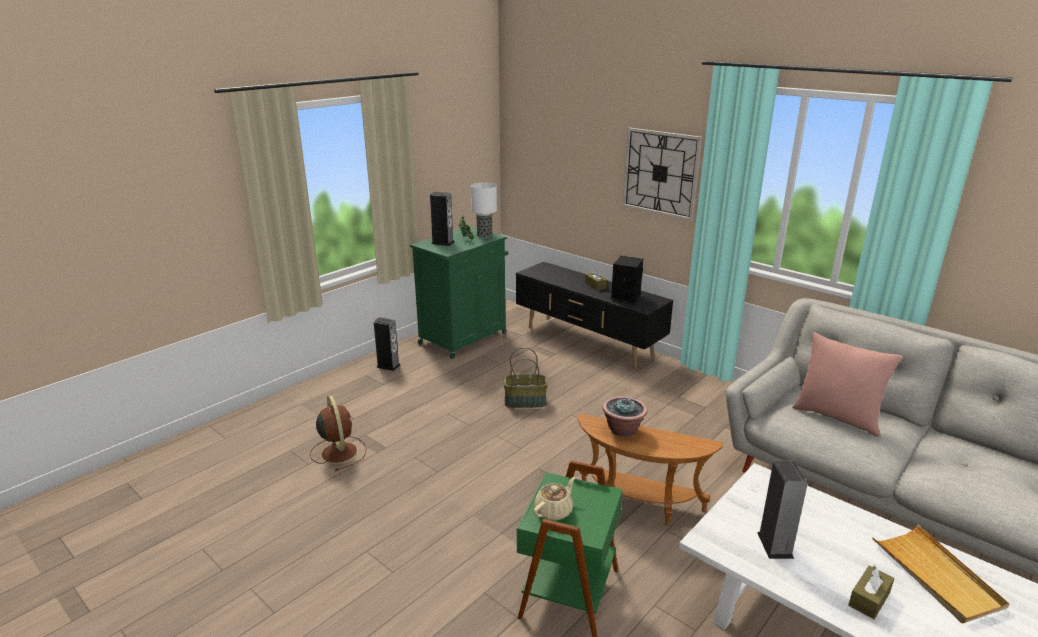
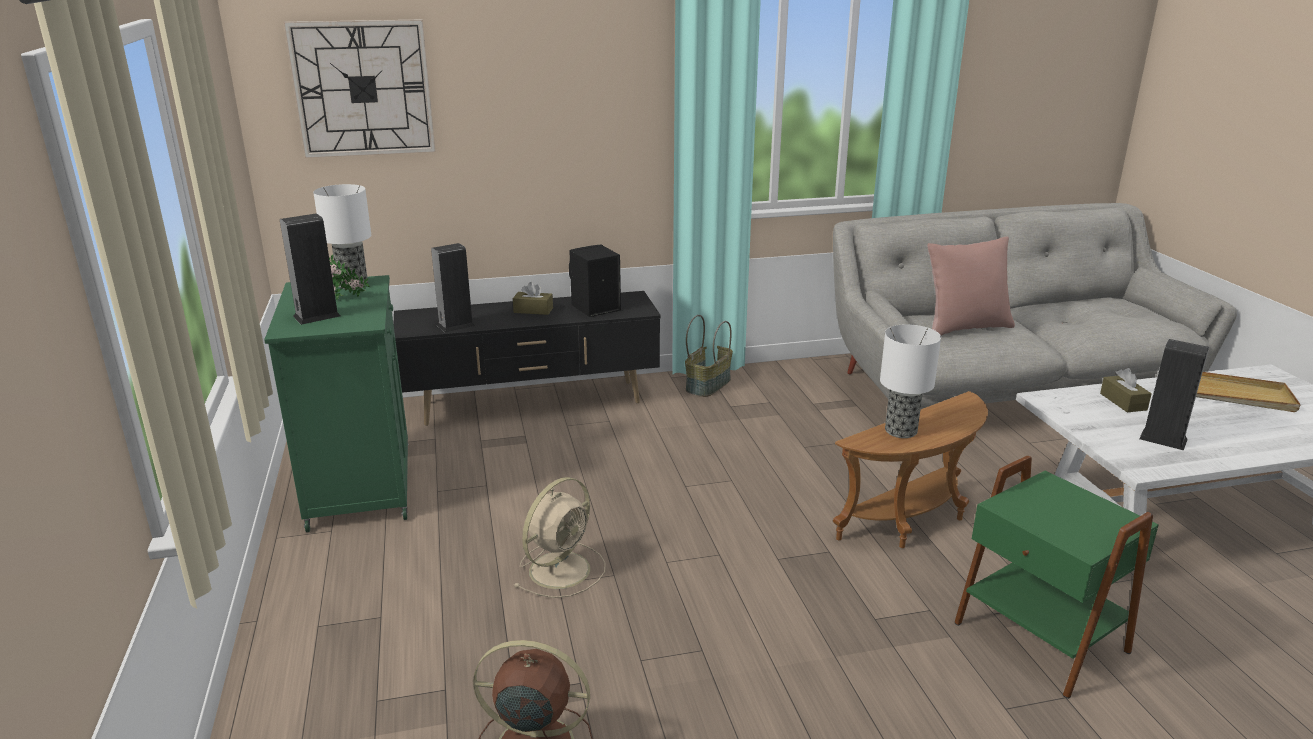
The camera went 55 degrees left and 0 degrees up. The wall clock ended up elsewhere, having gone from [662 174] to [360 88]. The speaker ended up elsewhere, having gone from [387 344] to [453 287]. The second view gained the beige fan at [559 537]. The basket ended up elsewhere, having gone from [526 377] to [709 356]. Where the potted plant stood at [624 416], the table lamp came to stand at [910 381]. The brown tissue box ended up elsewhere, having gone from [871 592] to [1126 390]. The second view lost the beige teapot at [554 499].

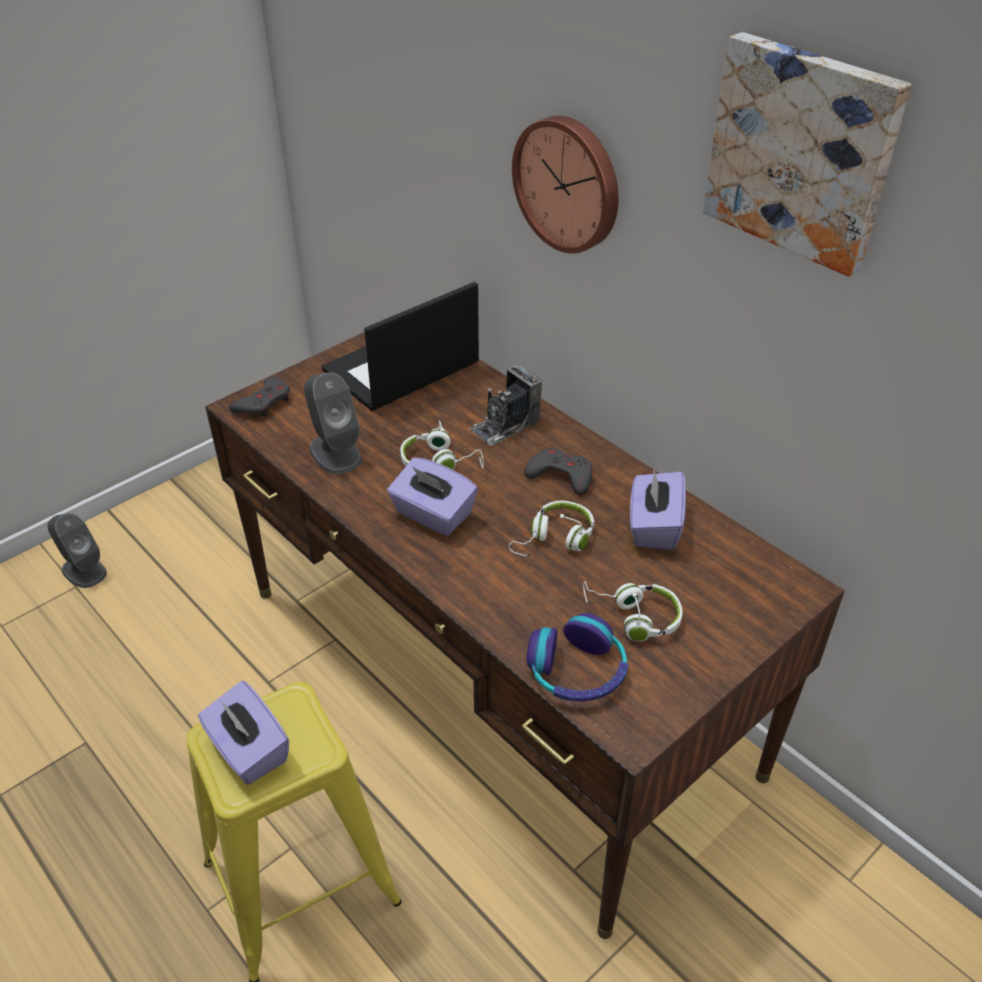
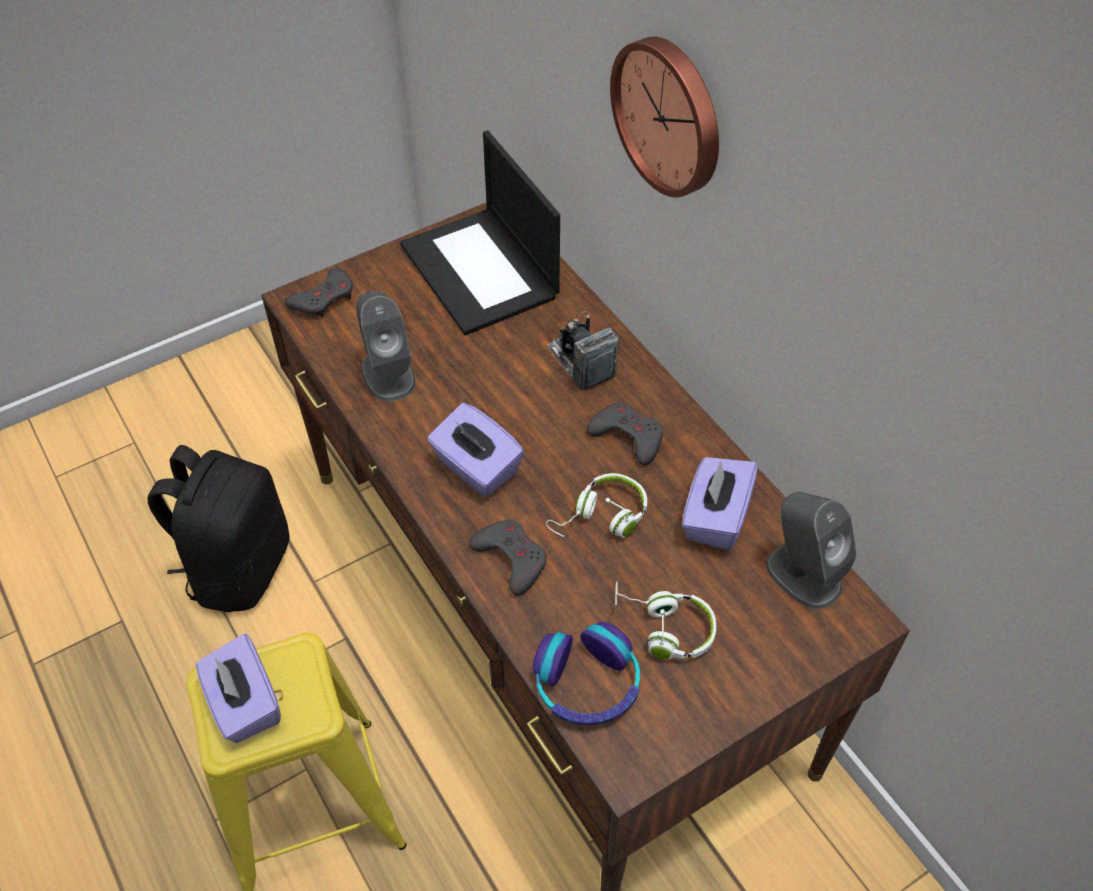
The camera went 10 degrees right and 10 degrees up. The second view gained the black backpack at [219 528]. The laptop at [400 346] ended up facing another way, 90 degrees counterclockwise from before. The second view gained the grey game controller at [508 558]. The photo camera at [505 405] ended up facing another way, 90 degrees clockwise from before. The grey speaker ended up elsewhere, having gone from [77 550] to [811 550]. The second view lost the white headphones at [442 445]. The second view lost the picture at [807 154].

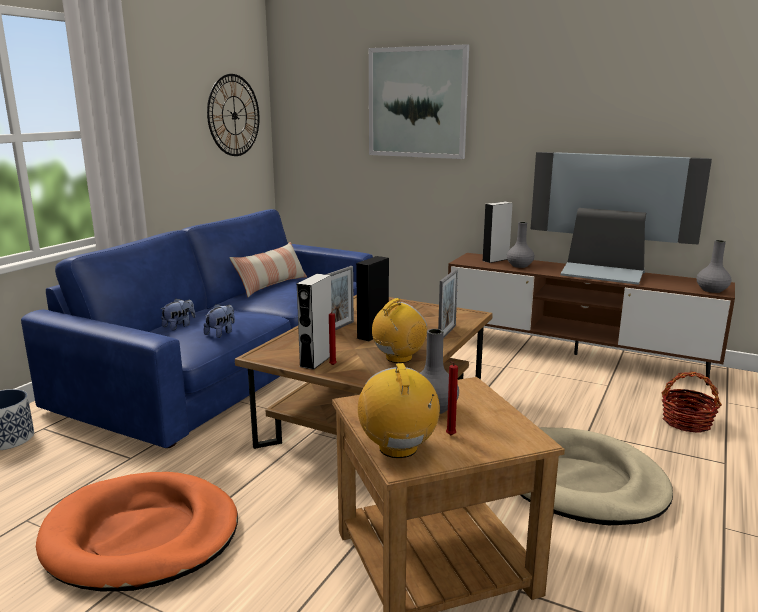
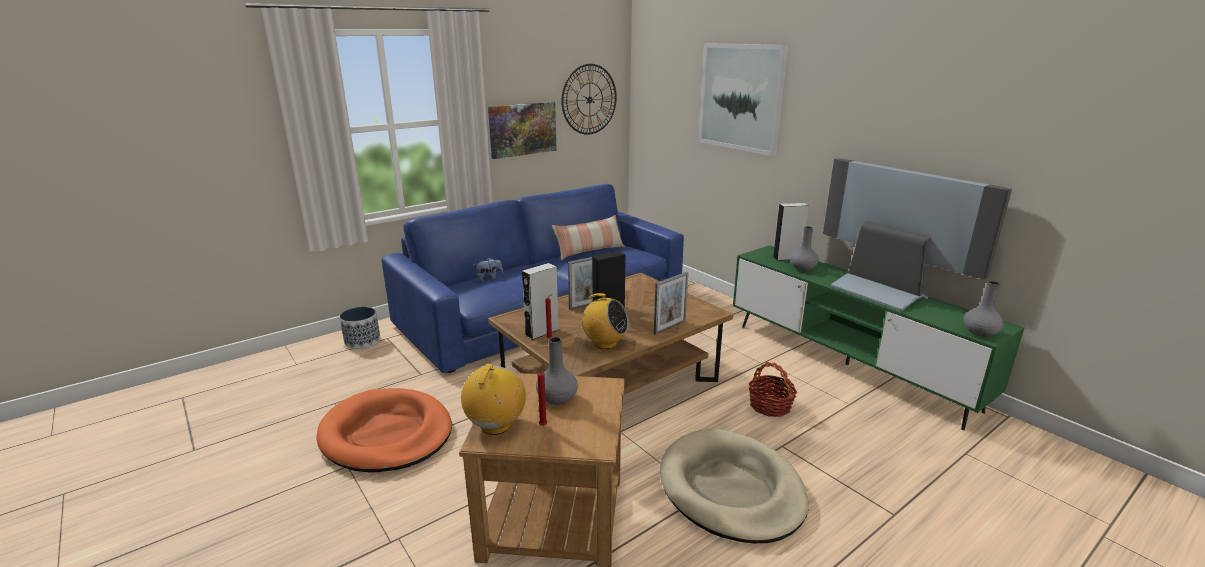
The camera went 25 degrees right and 5 degrees up. The second view gained the picture at [522 130]. The radio at [399 330] ended up facing another way, 45 degrees clockwise from before. What was the brown tv stand at [591 319] turned into the green tv stand at [878 337]. The basket ended up elsewhere, having gone from [692 402] to [773 389]. The second view lost the plush toy at [219 321].

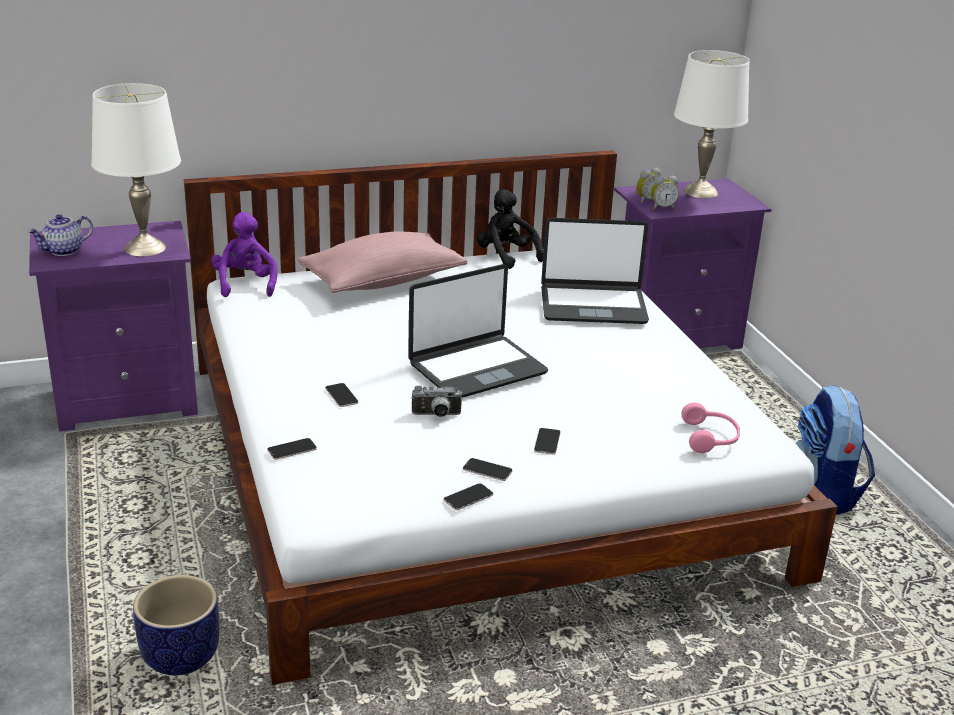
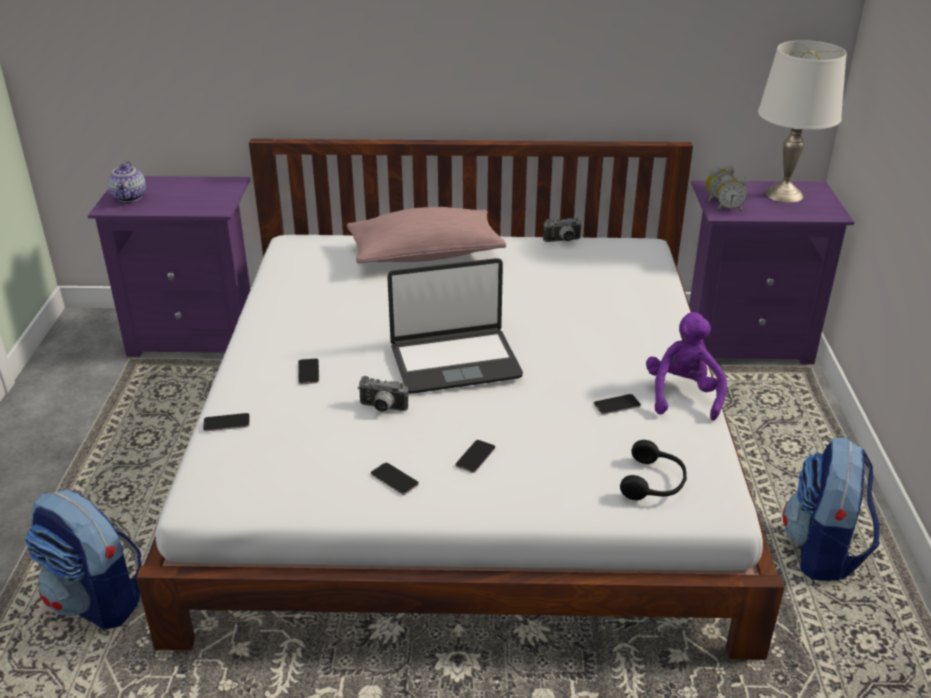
The camera went 20 degrees right and 5 degrees up. Where the planter stood at [176 625], the backpack came to stand at [83 560]. The teapot at [60 235] ended up facing another way, 75 degrees counterclockwise from before. Where the black plush toy stood at [510 229], the photo camera came to stand at [562 230]. The phone ended up elsewhere, having gone from [468 496] to [617 404]. What was the pink headphones at [711 428] turned into the black headphones at [653 470]. The purple plush toy ended up elsewhere, having gone from [244 254] to [686 366]. The second view lost the white table lamp at [136 170]. The second view lost the laptop at [595 271].

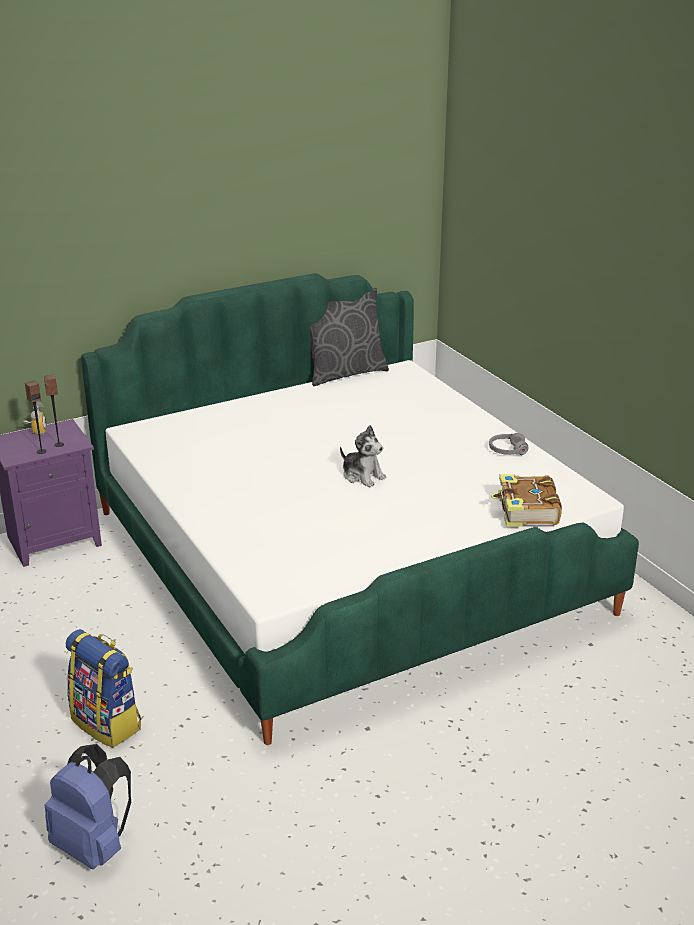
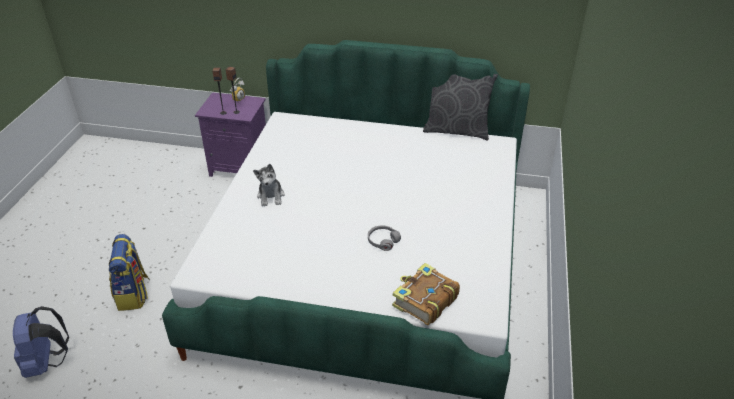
The camera went 40 degrees right and 10 degrees up. The plush toy ended up elsewhere, having gone from [363 456] to [269 185]. The grey headphones ended up elsewhere, having gone from [508 444] to [384 238].

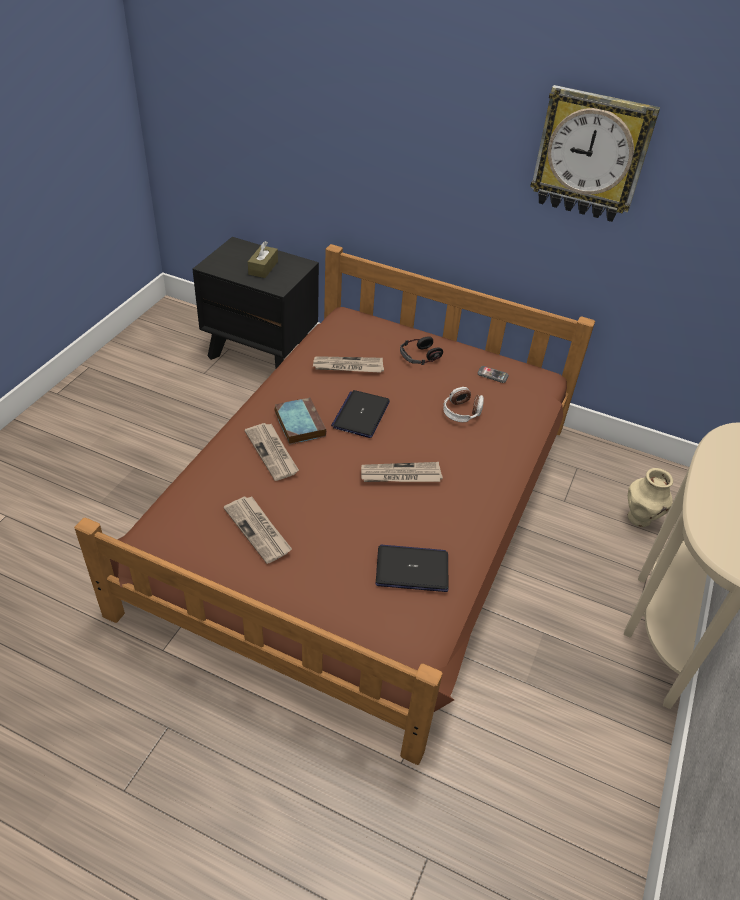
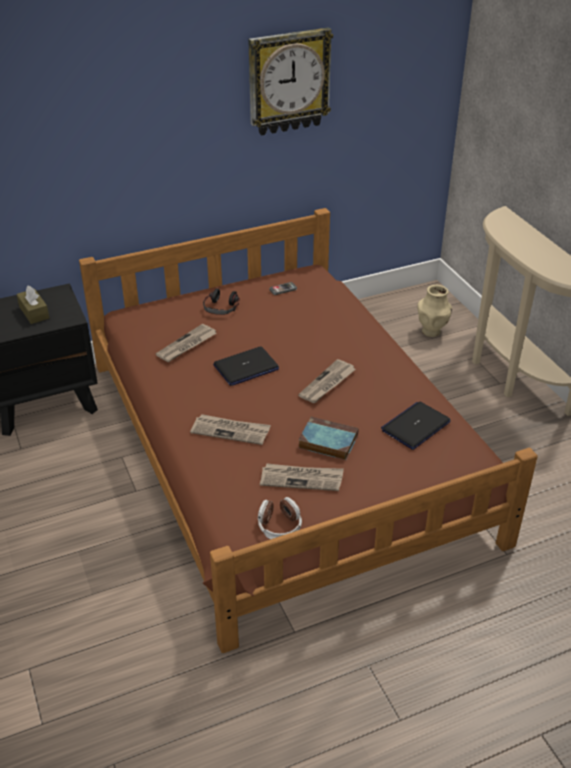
The camera went 45 degrees left and 5 degrees down. The laptop at [360 414] ended up facing another way, 90 degrees counterclockwise from before. The headphones ended up elsewhere, having gone from [463 404] to [280 518]. The book ended up elsewhere, having gone from [300 421] to [328 438].

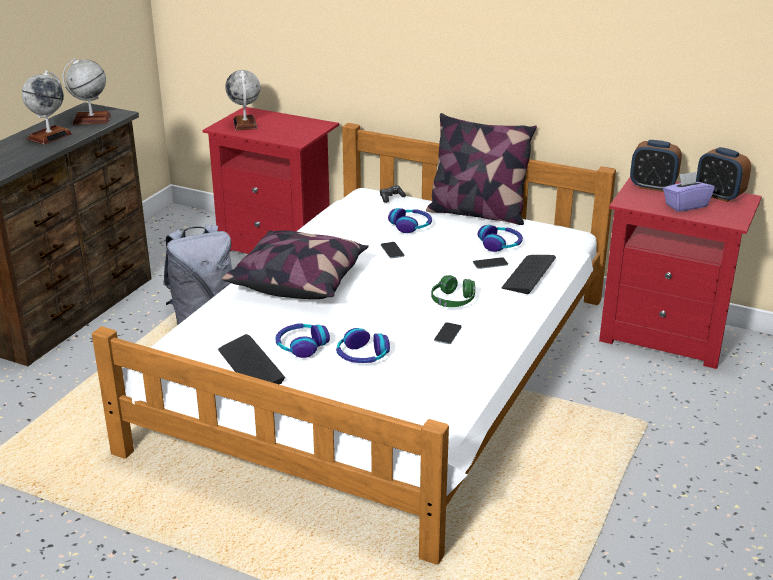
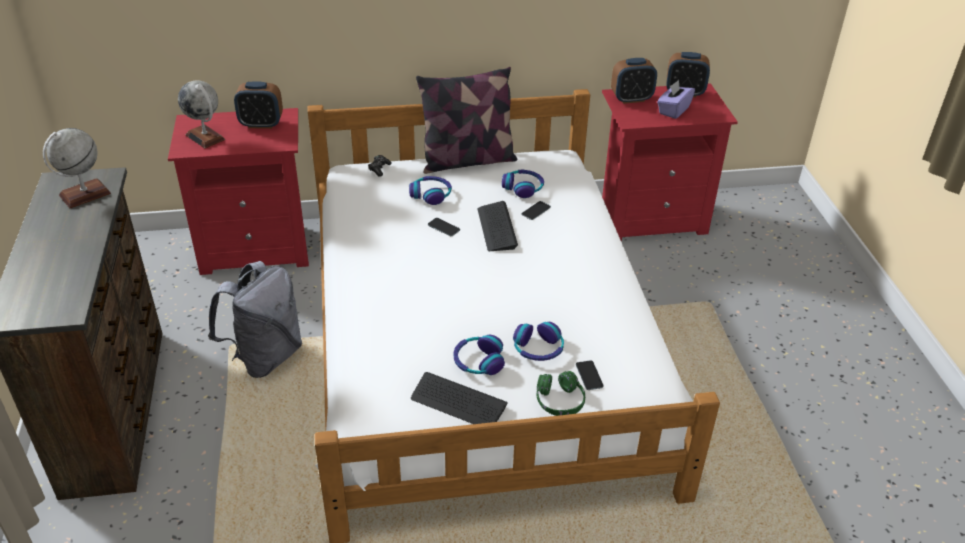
The camera went 35 degrees left and 10 degrees up. The second view gained the alarm clock at [258 105]. The keyboard ended up elsewhere, having gone from [528 274] to [497 226]. The green headphones ended up elsewhere, having gone from [453 291] to [561 393]. The phone ended up elsewhere, having gone from [448 333] to [590 375]. The second view lost the globe at [47 108]. The second view lost the pillow at [295 265].

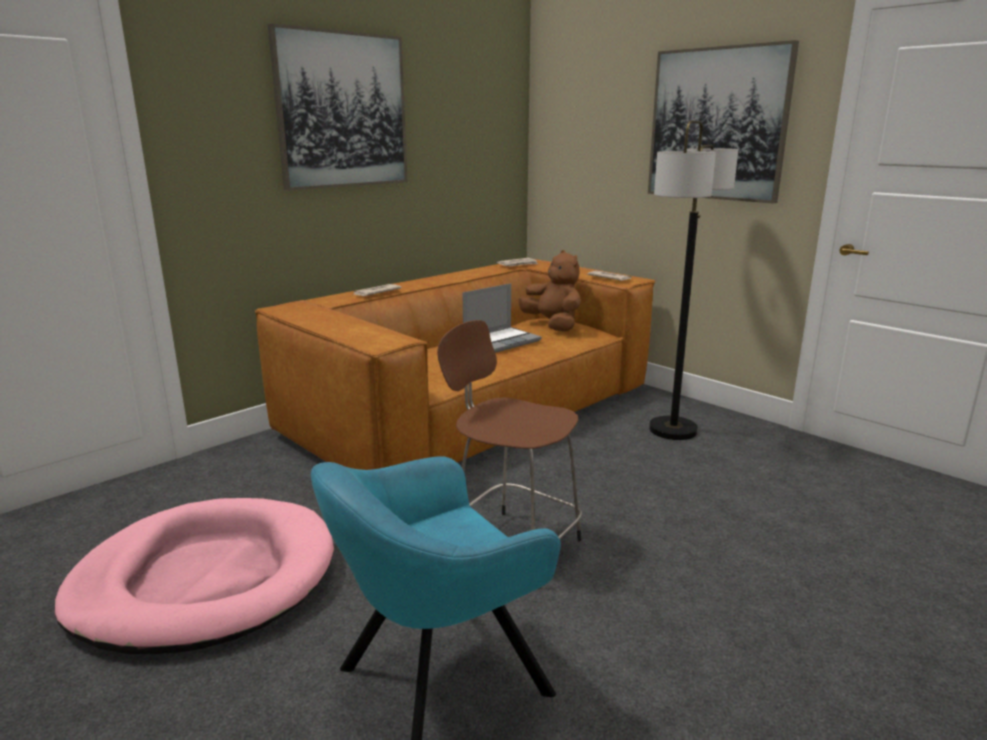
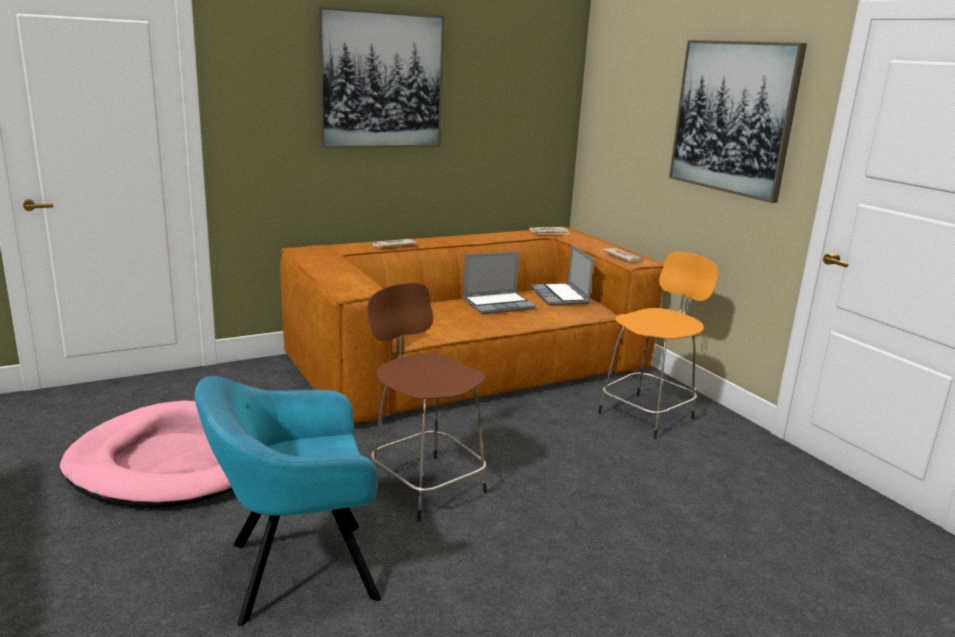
The camera went 15 degrees right and 0 degrees up. Where the brown plush toy stood at [549 290], the laptop came to stand at [562 274]. Where the floor lamp stood at [693 280], the orange stool came to stand at [658 345].

